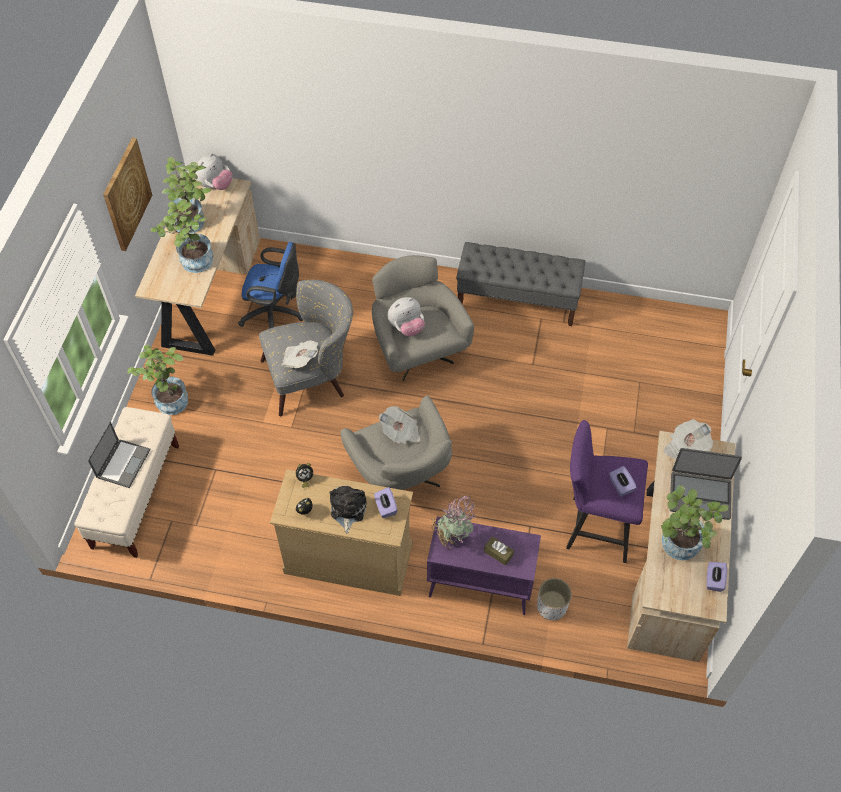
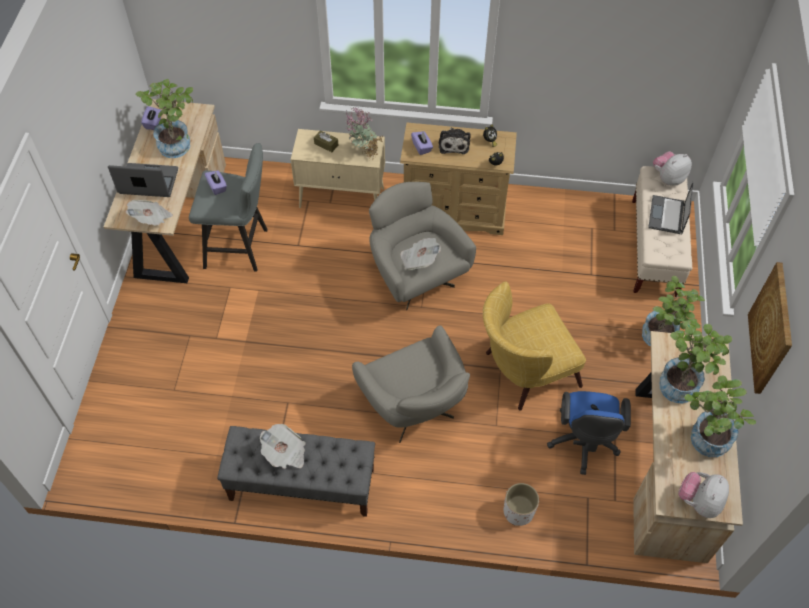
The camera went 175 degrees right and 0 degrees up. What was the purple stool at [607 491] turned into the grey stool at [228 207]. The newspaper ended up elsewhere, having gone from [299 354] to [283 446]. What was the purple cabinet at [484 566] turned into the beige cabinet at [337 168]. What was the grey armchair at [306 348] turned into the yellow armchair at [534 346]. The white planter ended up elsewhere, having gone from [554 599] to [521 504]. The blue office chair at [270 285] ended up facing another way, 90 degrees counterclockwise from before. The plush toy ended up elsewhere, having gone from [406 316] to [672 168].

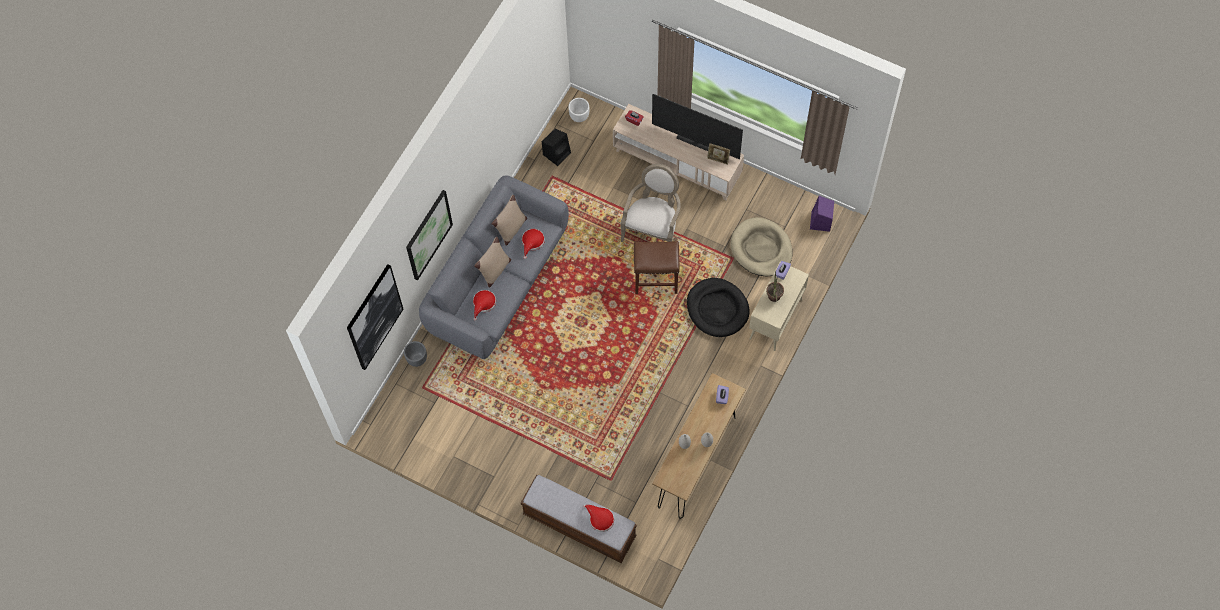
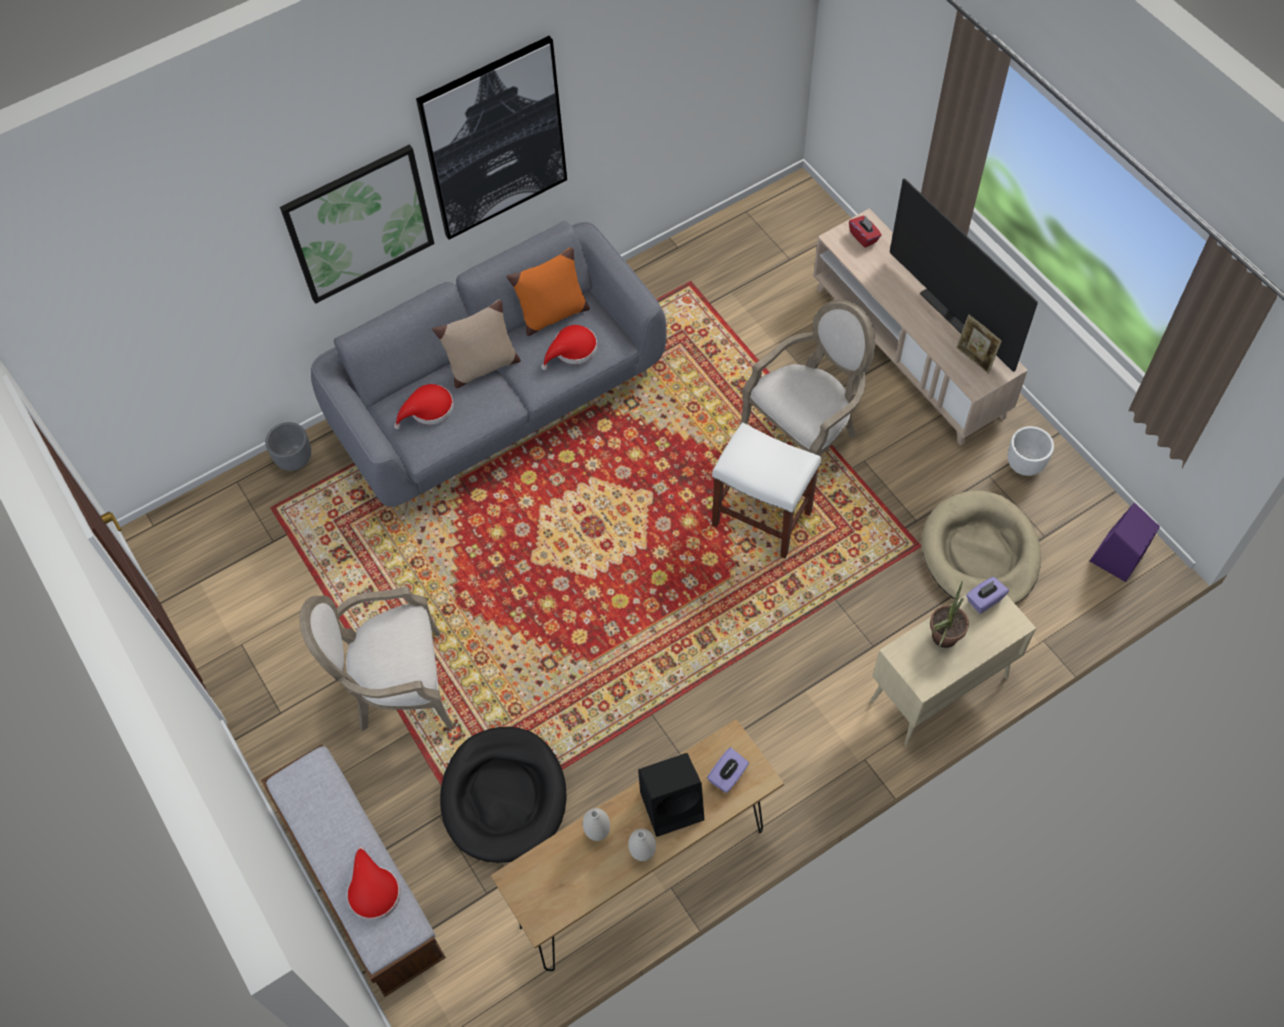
The camera went 30 degrees right and 5 degrees down. The second view gained the armchair at [377 659]. The picture ended up elsewhere, having gone from [375 317] to [491 138]. The black dog bed ended up elsewhere, having gone from [718 307] to [503 795]. What was the beige pillow at [509 220] turned into the orange pillow at [548 291]. The black speaker ended up elsewhere, having gone from [556 147] to [671 795]. What was the brown stool at [656 267] turned into the white stool at [766 490]. The white planter ended up elsewhere, having gone from [578 110] to [1031 451].

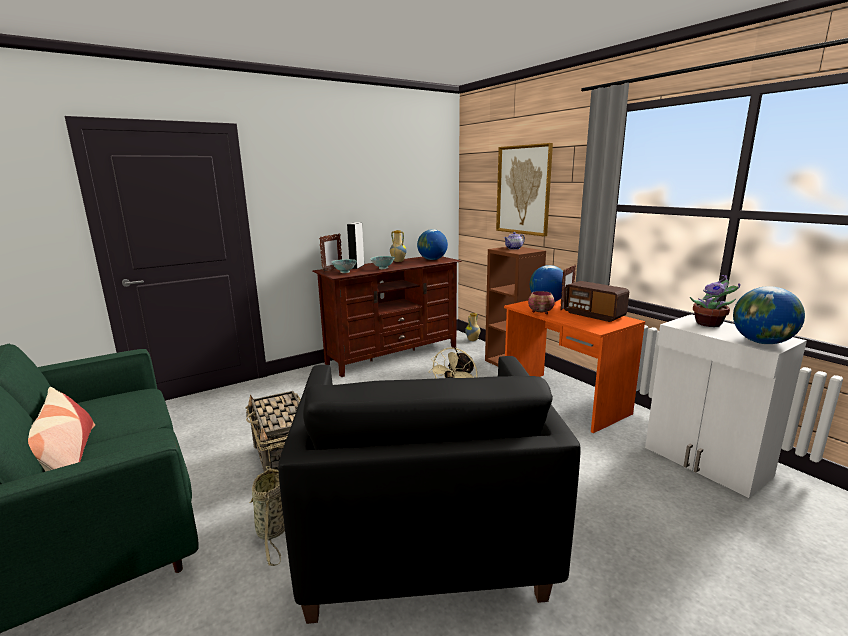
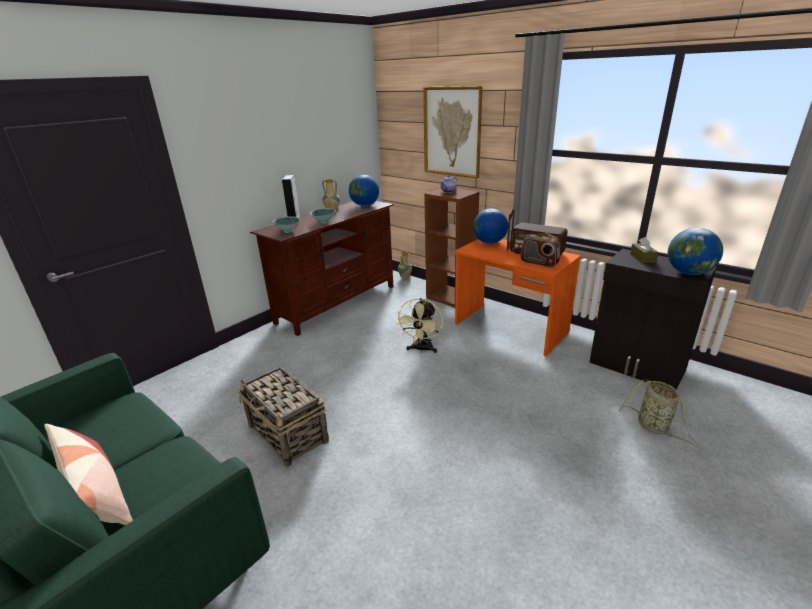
The camera went 15 degrees left and 10 degrees up. The second view gained the radio at [540 250]. What was the white cabinet at [726 406] turned into the black cabinet at [653 319]. The basket ended up elsewhere, having gone from [267 516] to [660 414]. Where the potted plant stood at [715 301], the brown tissue box came to stand at [644 250]. The second view lost the black armchair at [429 490]. The second view lost the picture frame at [330 252]. The second view lost the bowl at [541 302].

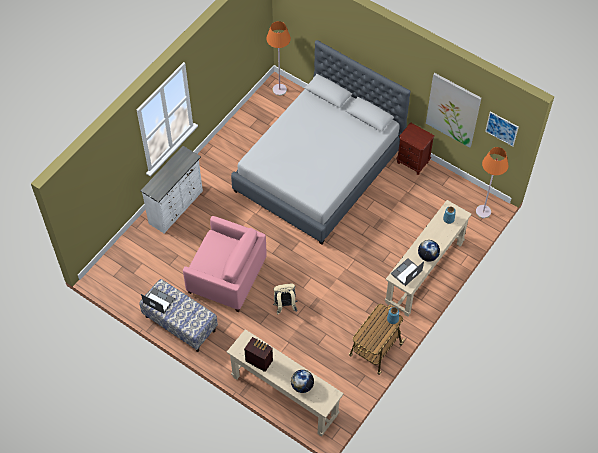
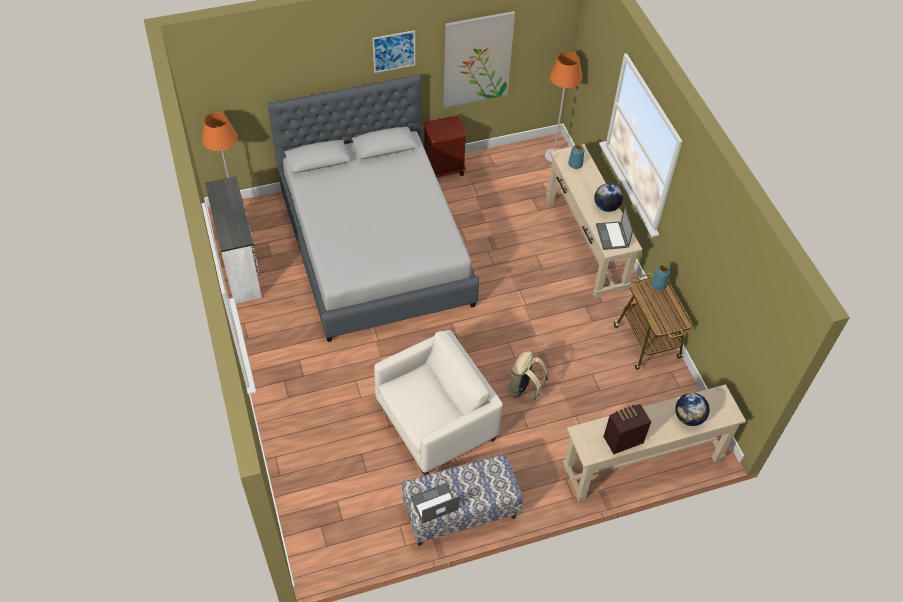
The camera went 55 degrees left and 5 degrees down. The white dresser ended up elsewhere, having gone from [171 189] to [233 239]. The picture ended up elsewhere, having gone from [502 129] to [394 51]. What was the pink armchair at [225 264] turned into the white armchair at [438 402].

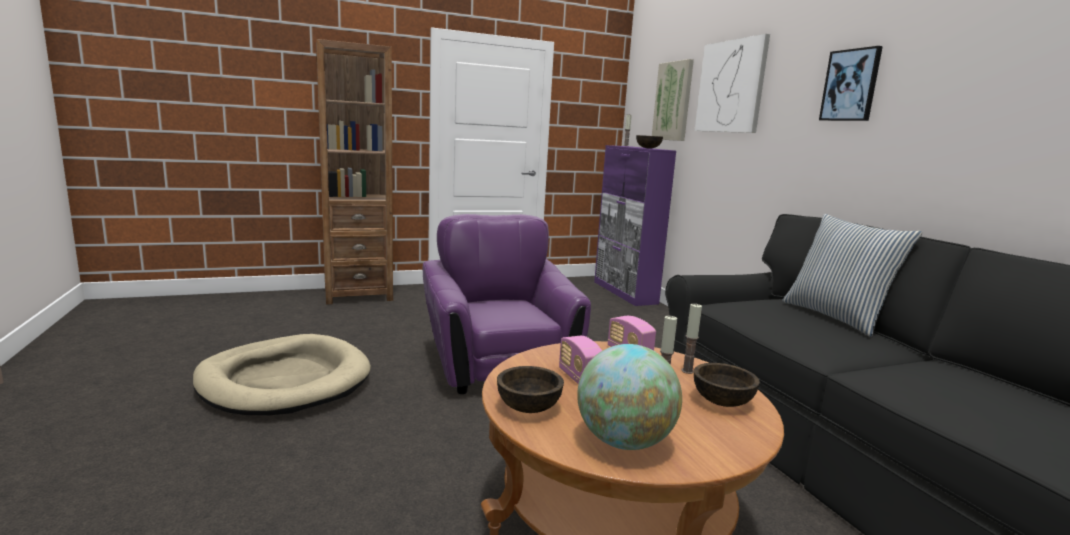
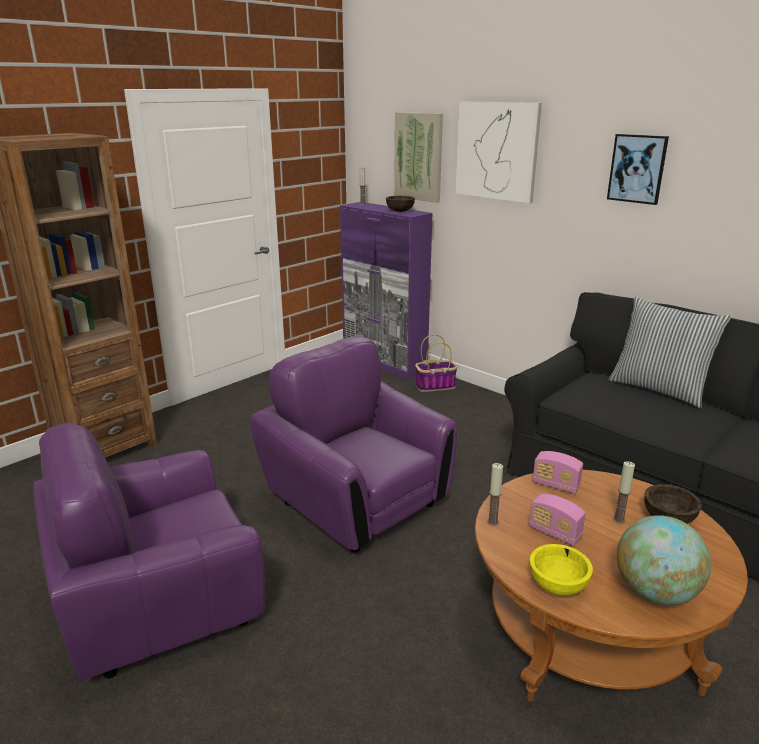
The camera went 25 degrees left and 10 degrees up. Where the beige dog bed stood at [282 374], the purple armchair came to stand at [149 552]. The second view gained the basket at [436 363]. The candle ended up elsewhere, having gone from [692 338] to [495 494]. What was the brown bowl at [530 389] turned into the yellow bowl at [561 570].

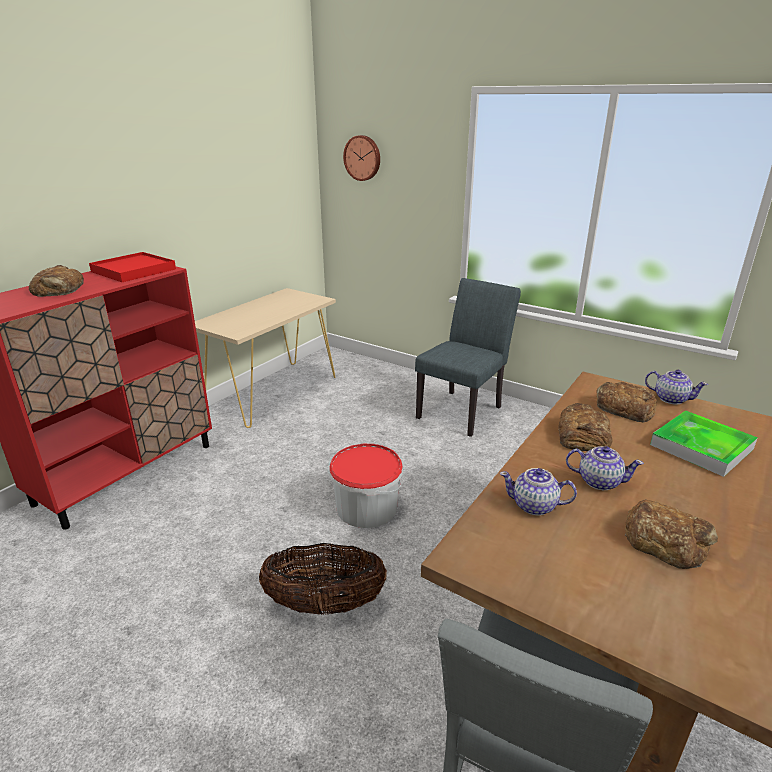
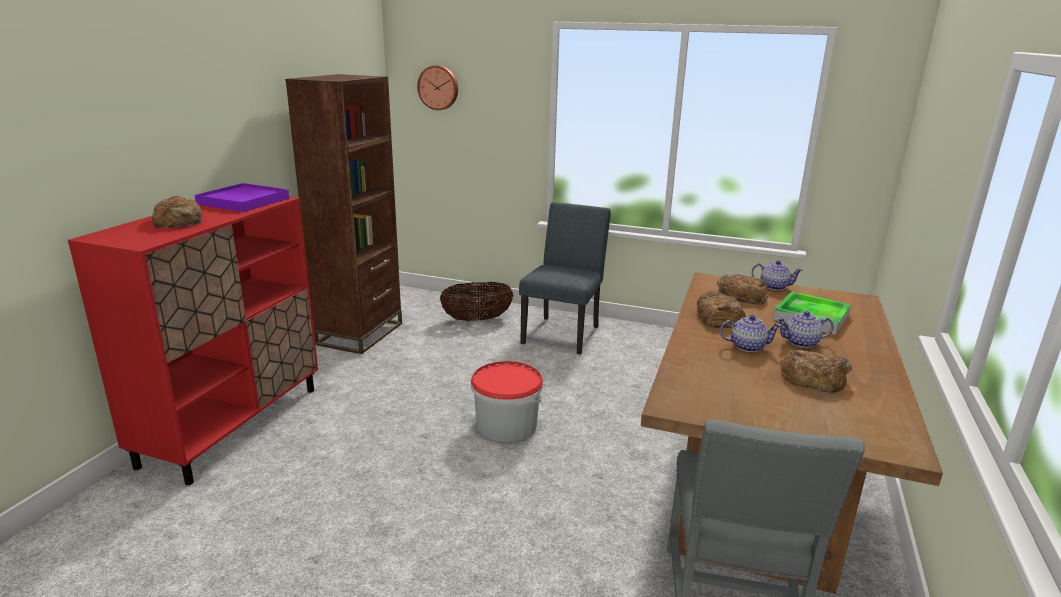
The camera went 15 degrees left and 5 degrees down. What was the red tray at [132 267] turned into the purple tray at [242 197]. Where the beige console table stood at [265 358], the brown bookcase came to stand at [343 214]. The basket ended up elsewhere, having gone from [323 579] to [477 301]. The teapot ended up elsewhere, having gone from [538 492] to [805 329].

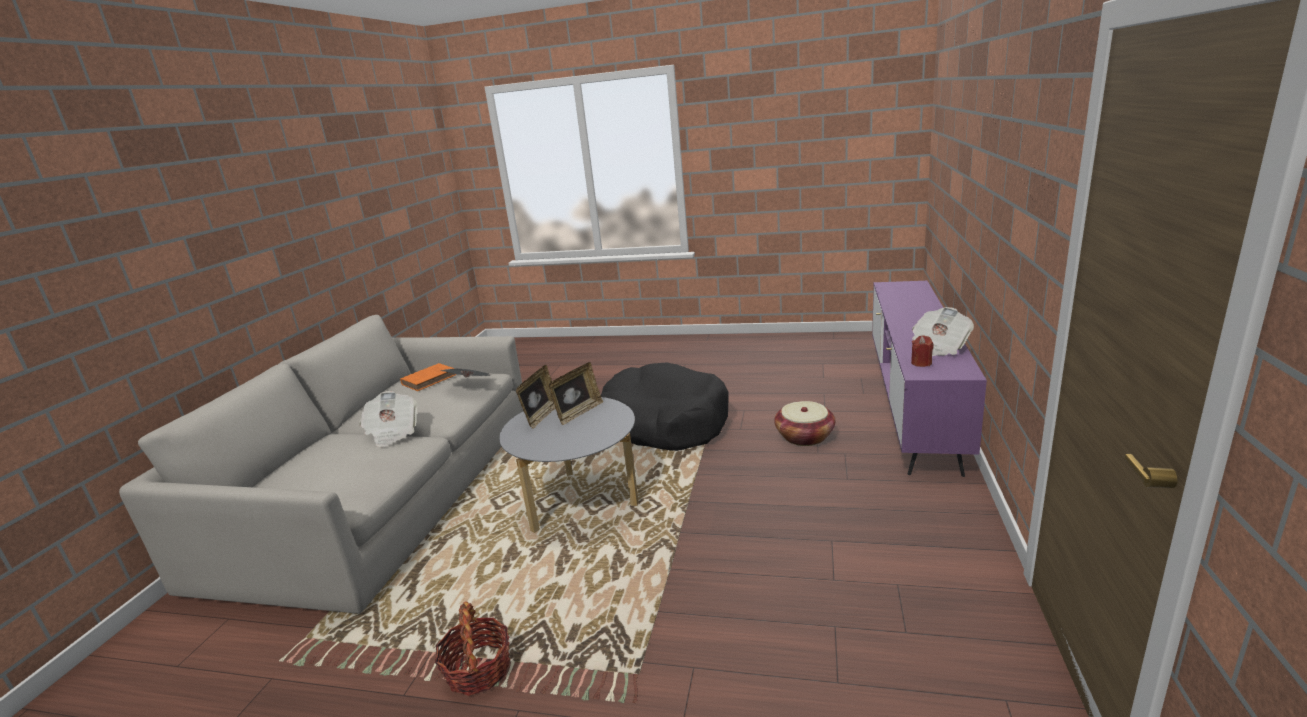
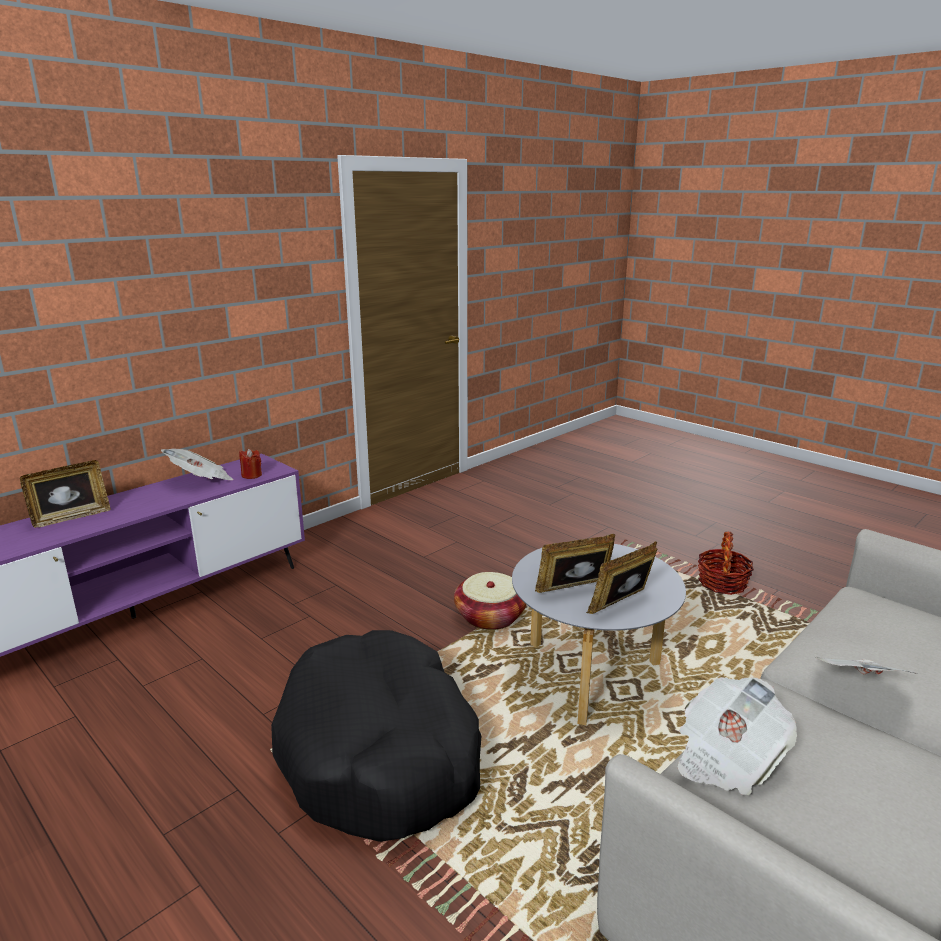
The camera went 150 degrees left and 0 degrees up. The second view gained the picture frame at [65 494]. The basket ended up elsewhere, having gone from [804 423] to [490 601]. The second view lost the orange book at [428 377].

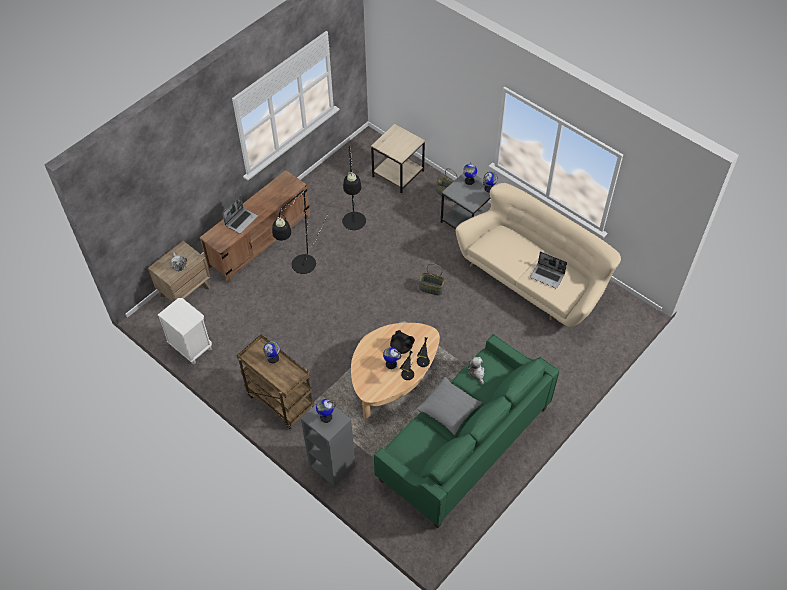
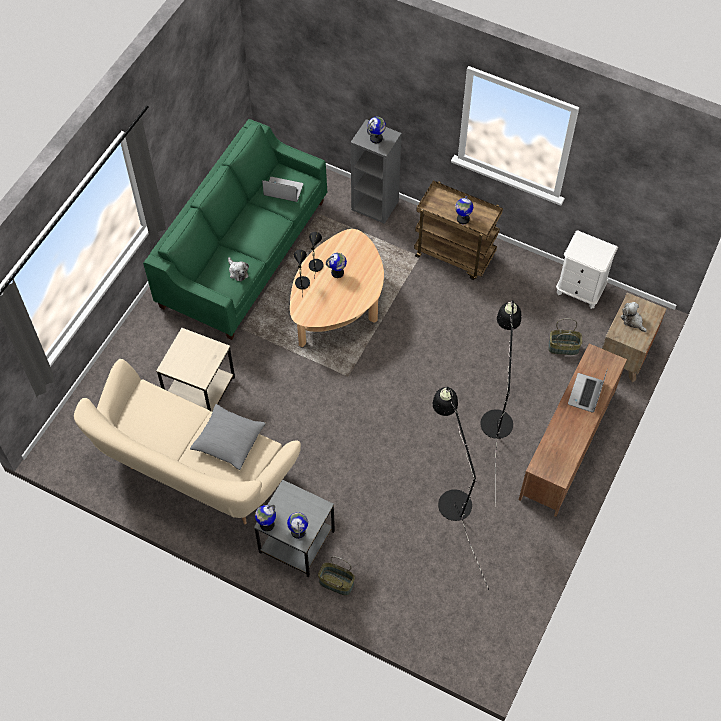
The camera went 165 degrees right and 5 degrees up. The beige side table ended up elsewhere, having gone from [398 158] to [195 370]. The grey pillow ended up elsewhere, having gone from [450 406] to [228 437]. The laptop ended up elsewhere, having gone from [548 269] to [282 189]. The basket ended up elsewhere, having gone from [432 279] to [565 336]. The second view lost the black teapot at [402 342].

